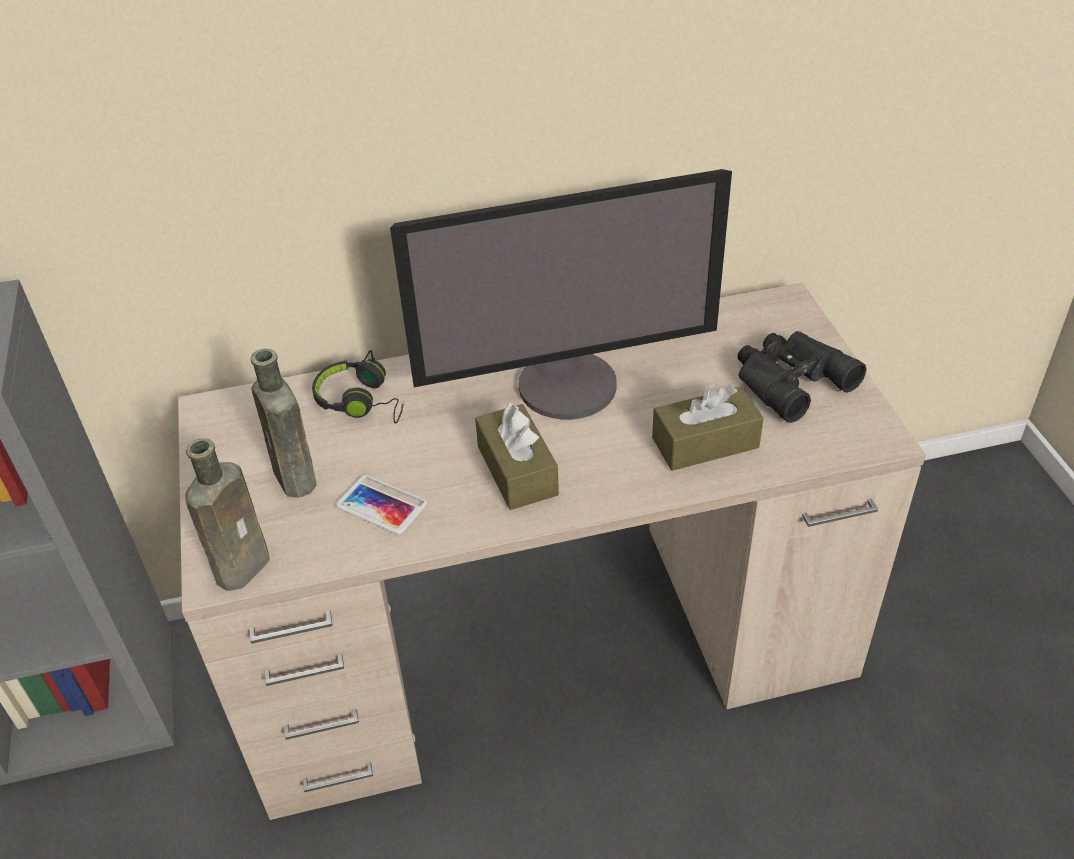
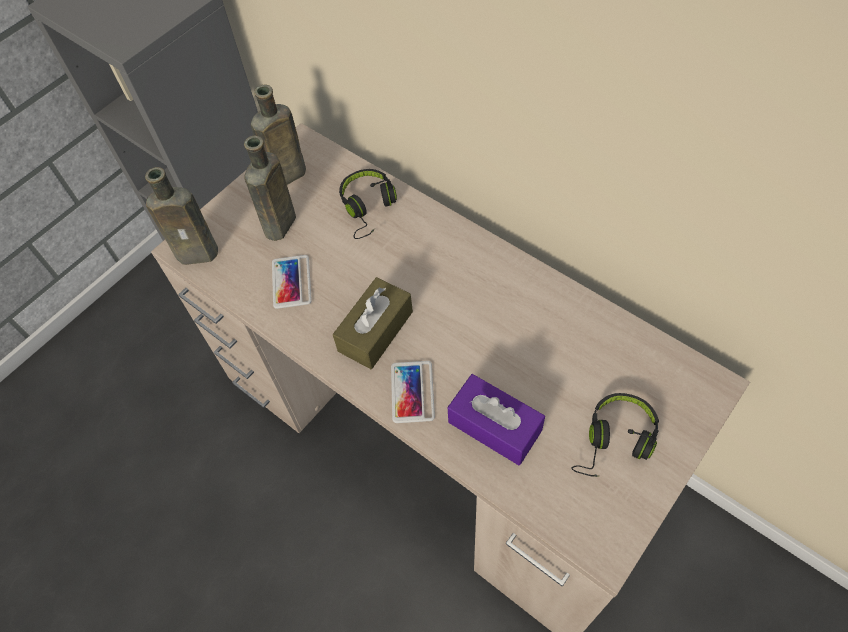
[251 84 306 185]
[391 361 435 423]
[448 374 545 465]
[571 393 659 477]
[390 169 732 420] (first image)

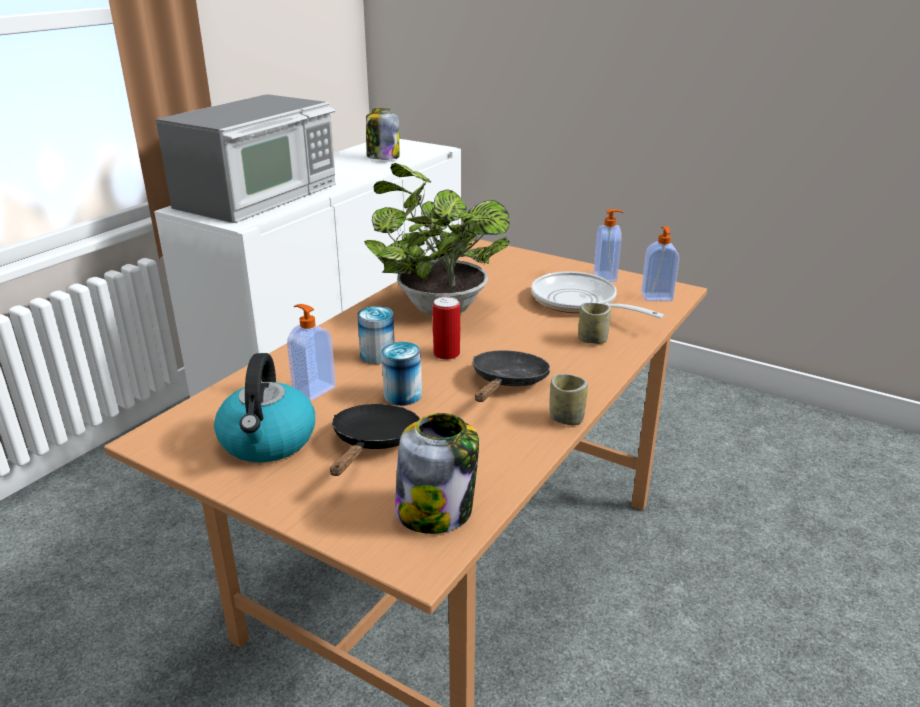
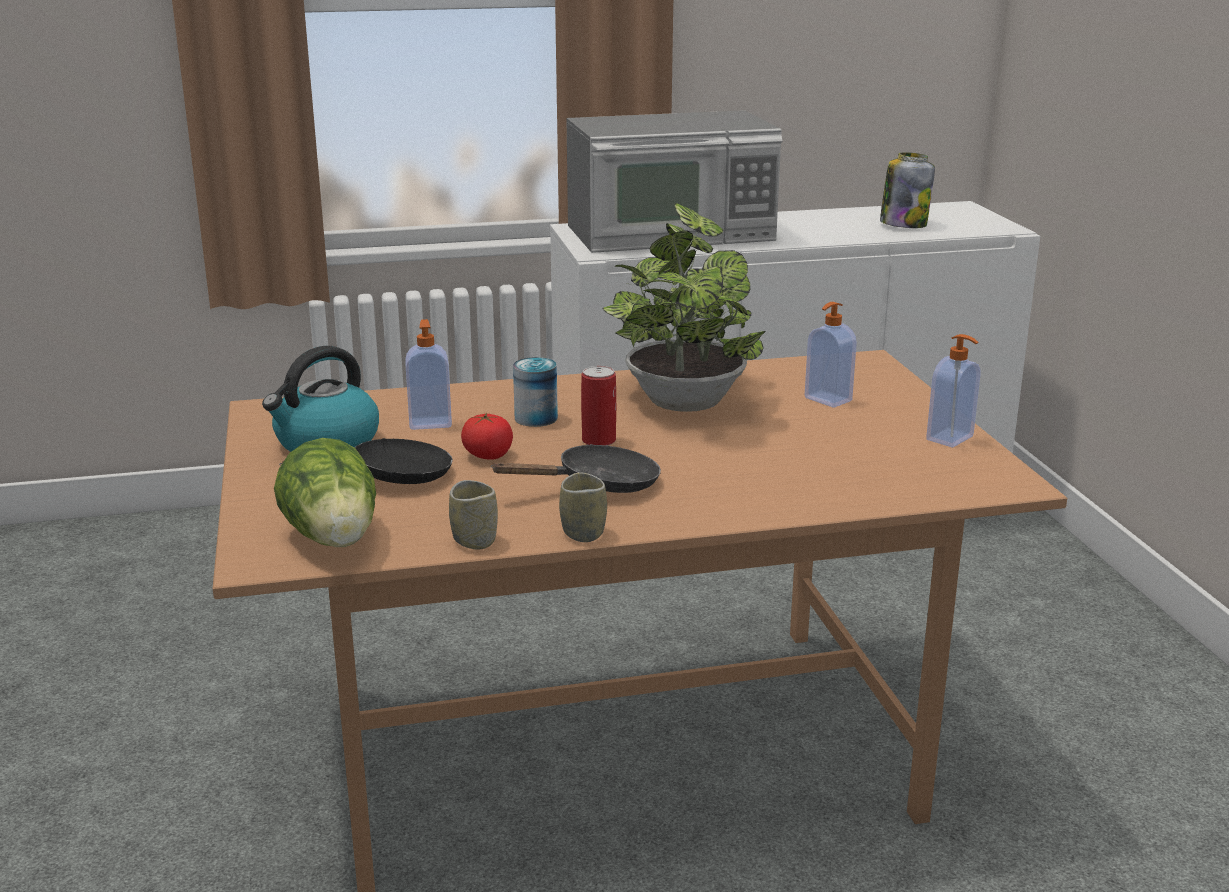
[274 438 376 547]
[449 480 498 550]
[461 412 513 460]
[805 302 857 408]
[531 271 664 318] (first image)

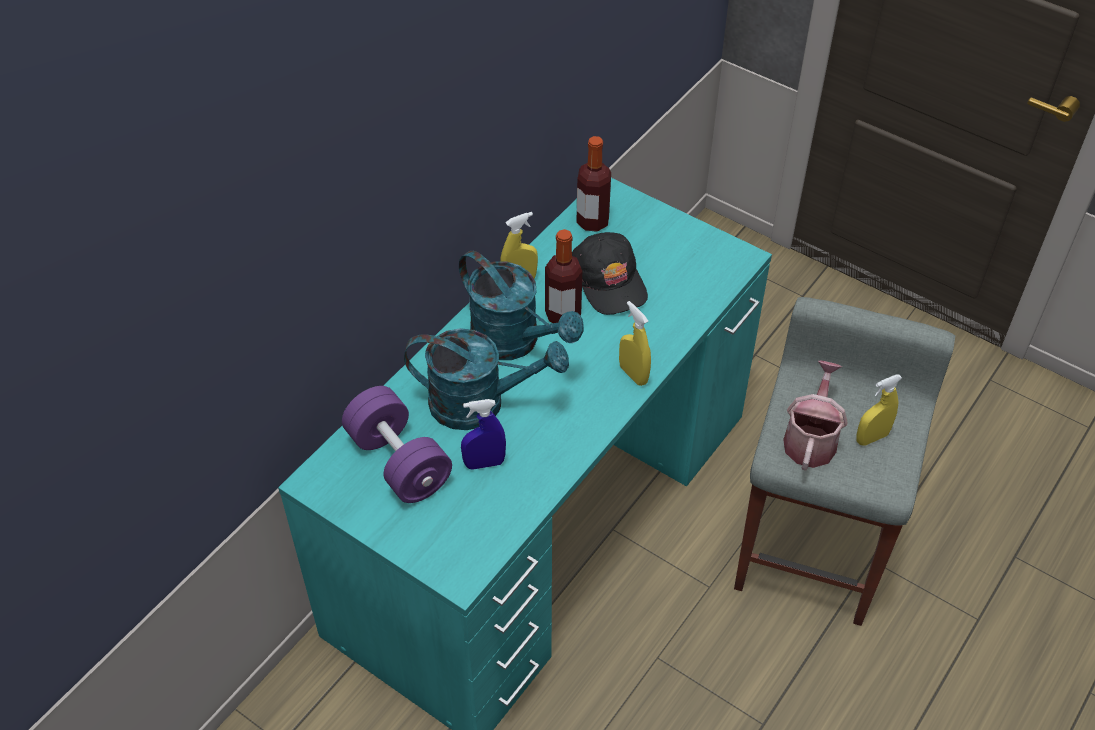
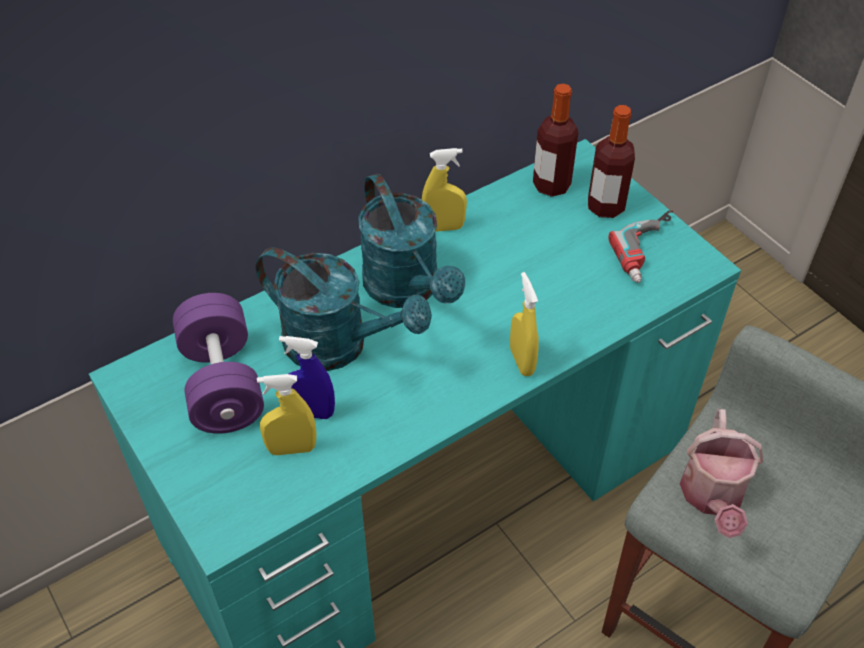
[257 374 316 455]
[588 105 635 218]
[609 210 674 283]
[680 409 763 538]
[572 232 648 315] (first image)

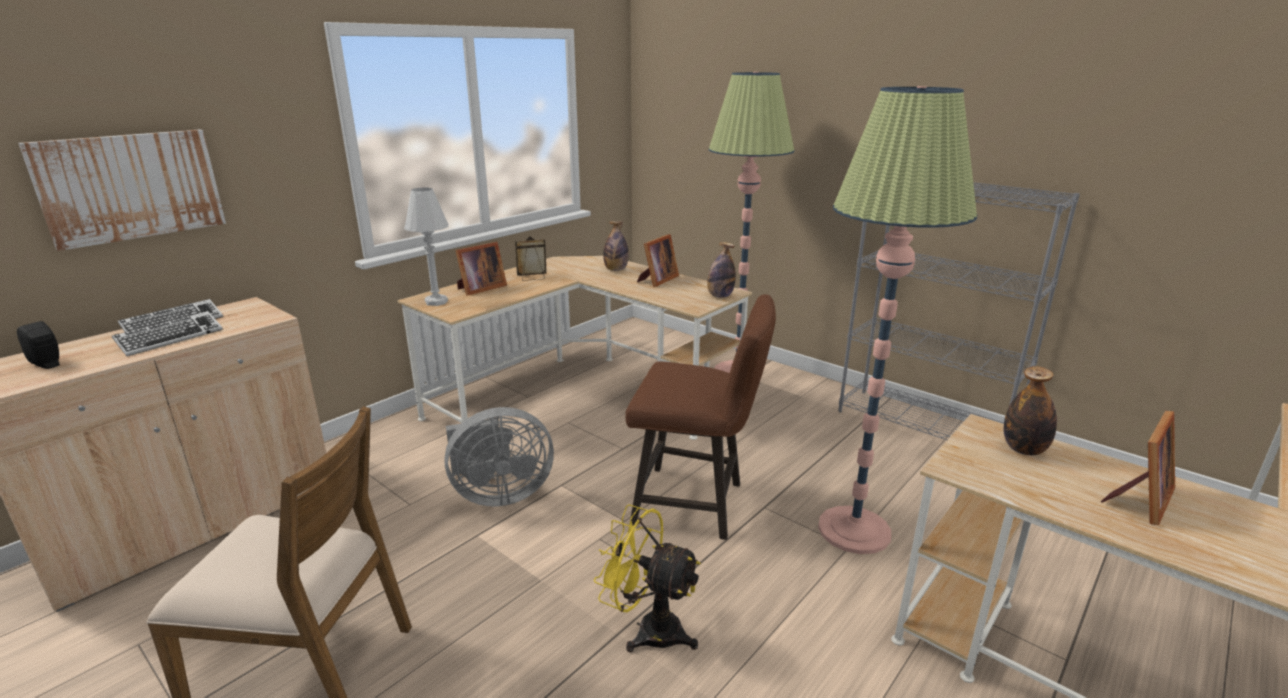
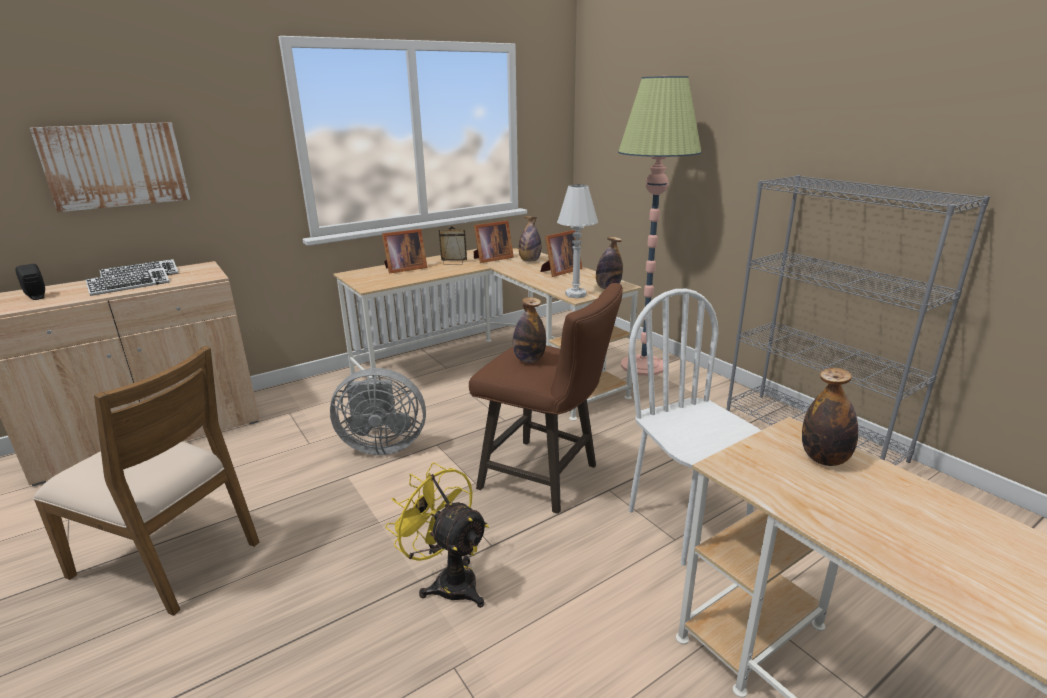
[474 220 514 263]
[513 297 546 363]
[557 184 598 299]
[629 289 761 566]

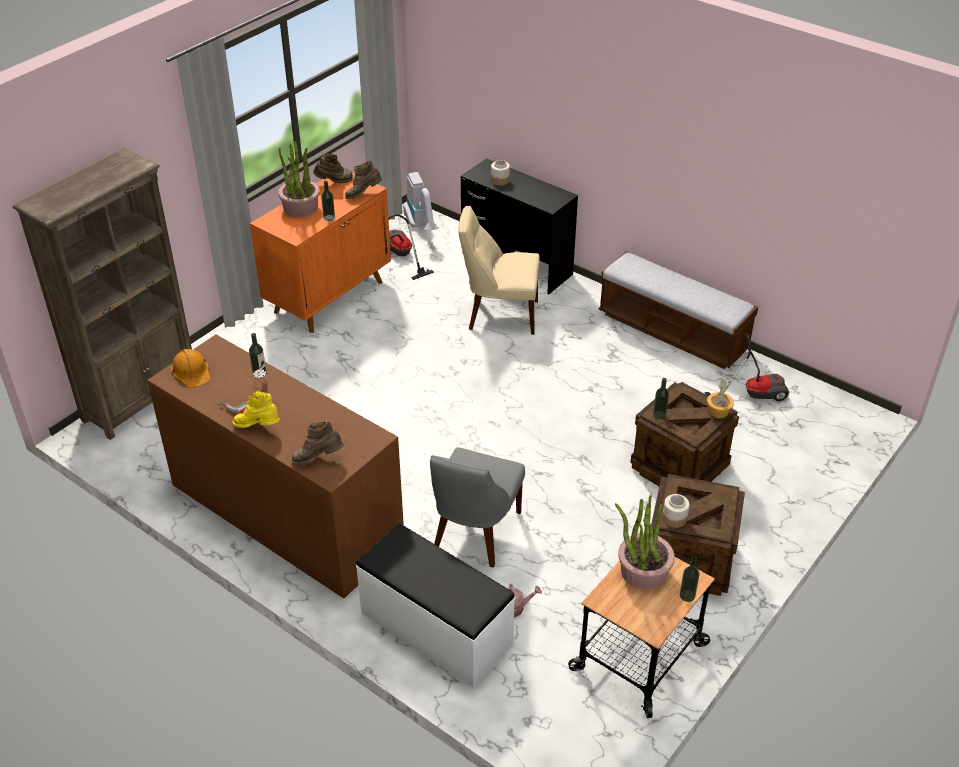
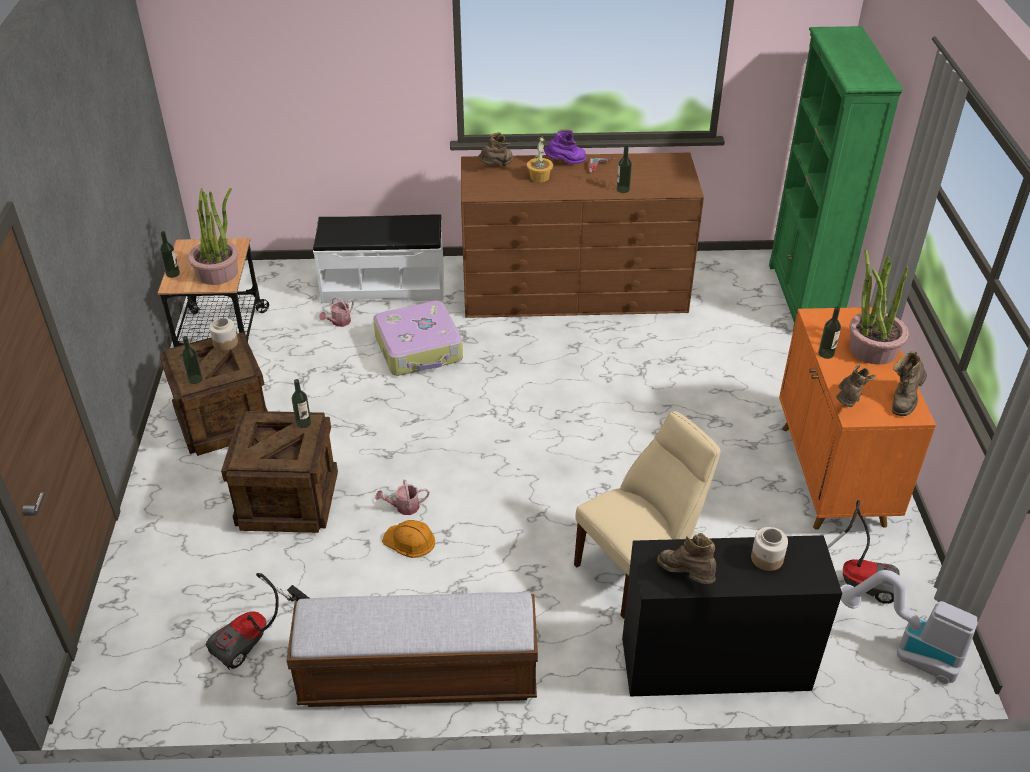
[182 336 203 384]
[373 301 463 376]
[375 480 429 515]
[382 520 435 558]
[527 136 553 182]
[544 130 586 164]
[657 533 716 584]
[769 26 903 330]

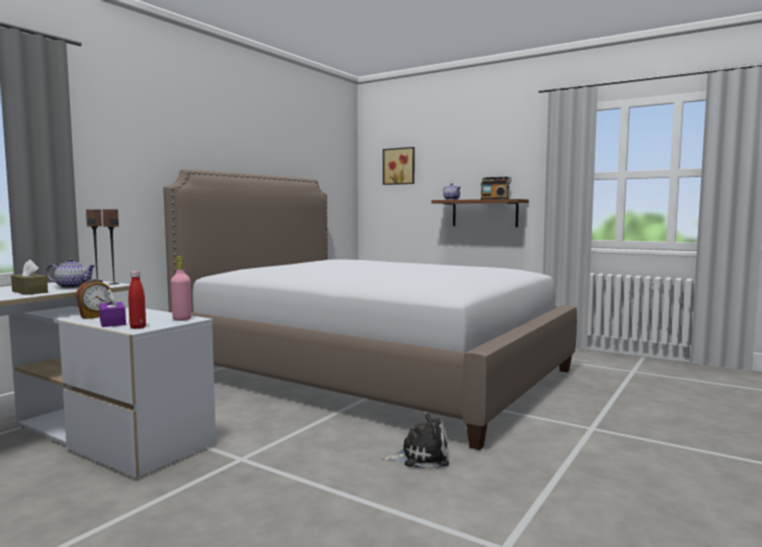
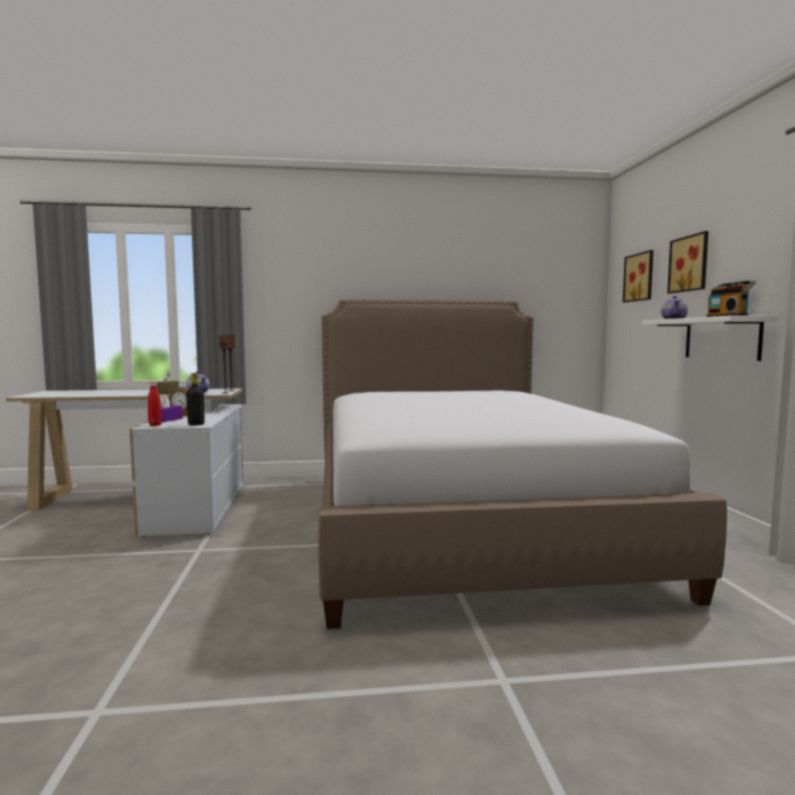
[186 373 205 425]
[642 315 778 361]
[667 231 709 294]
[383 413 449 469] (first image)

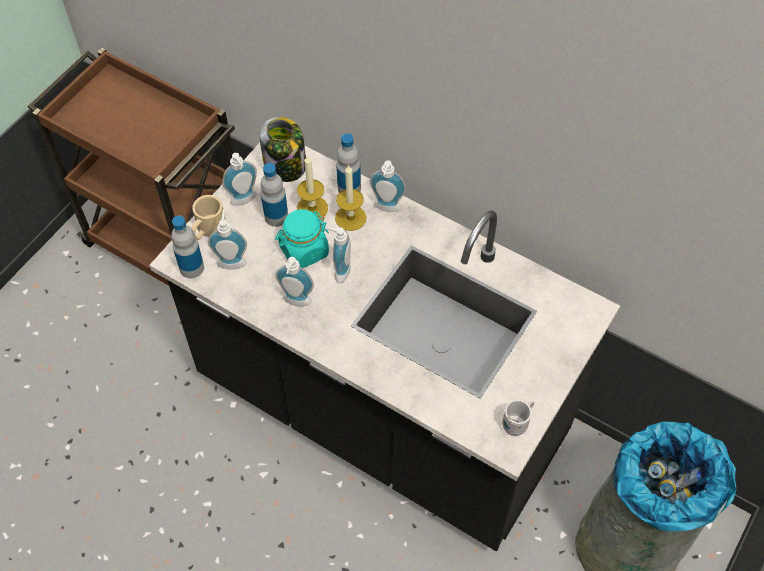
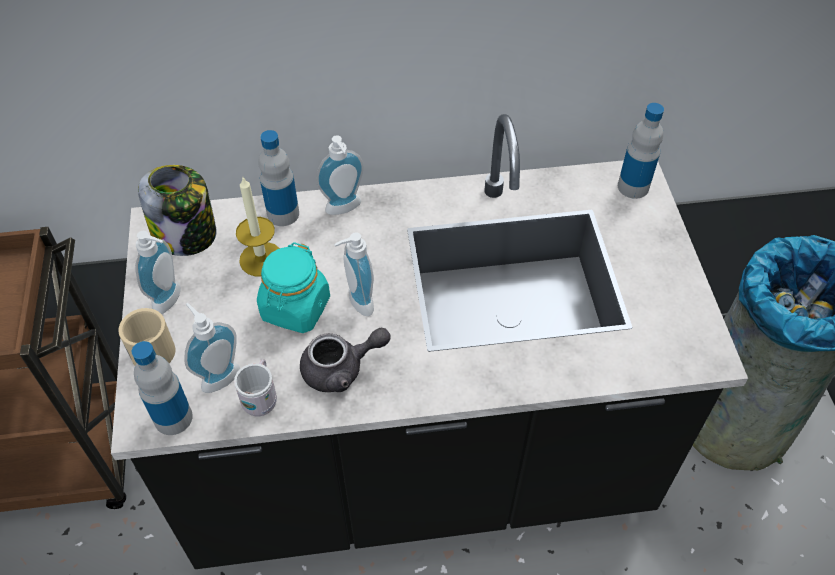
[234 359 277 416]
[300 328 391 392]
[618 103 664 199]
[335 165 366 231] (first image)

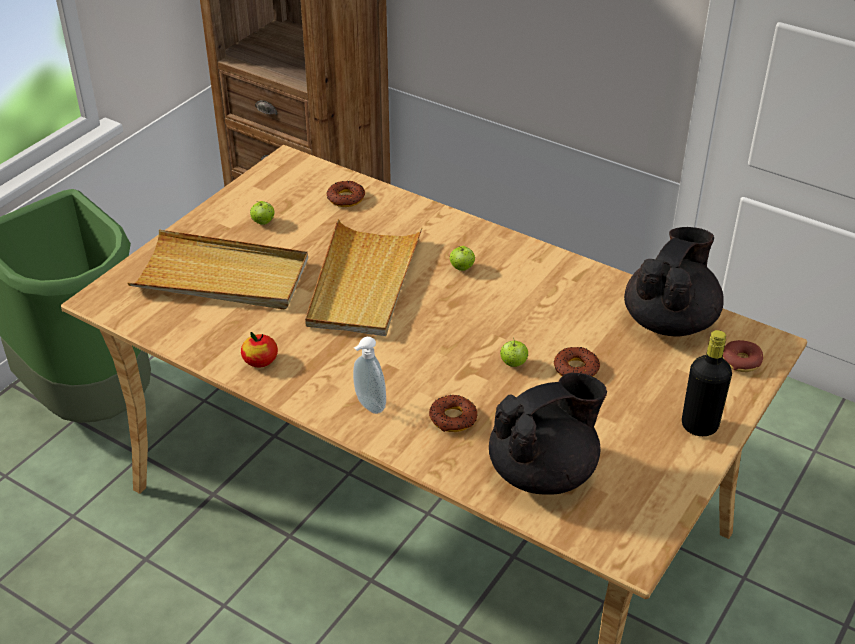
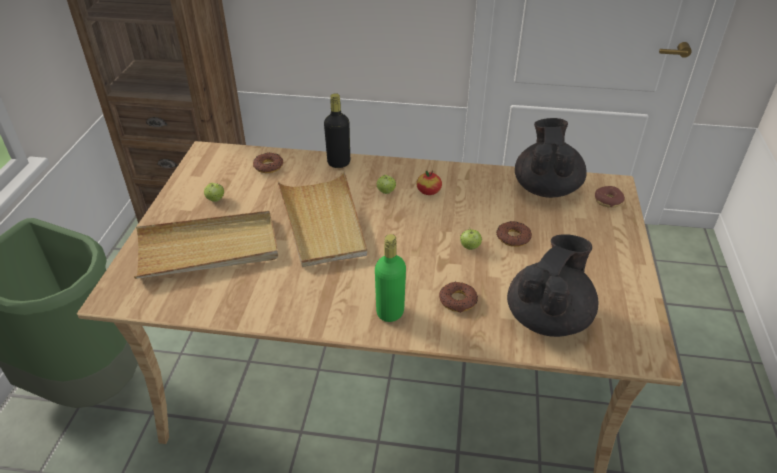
[324 93 350 168]
[375 234 406 322]
[416 170 442 195]

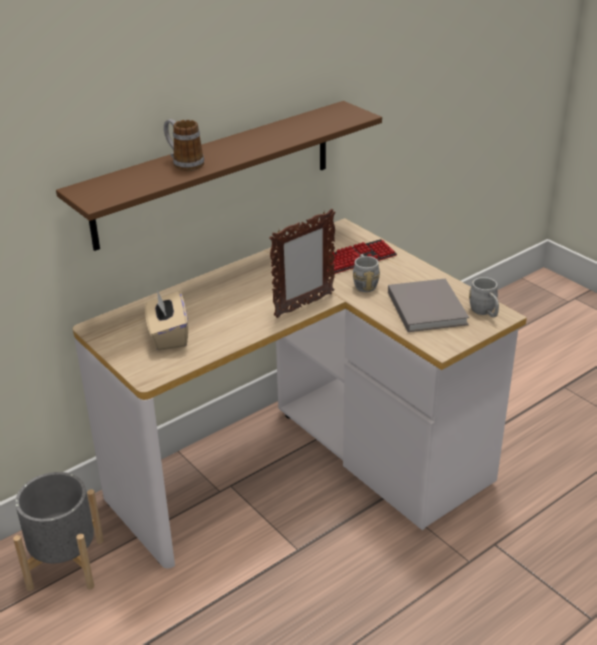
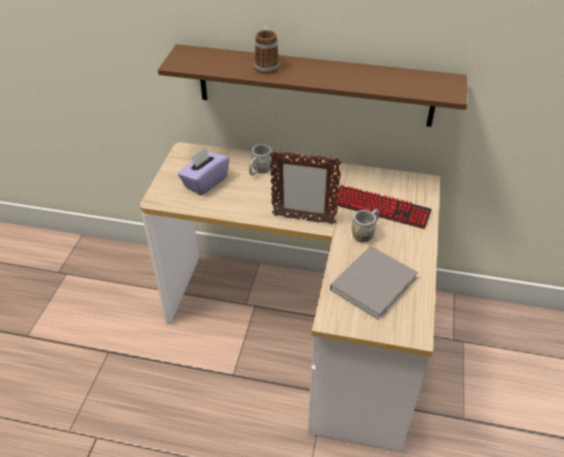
[178 147 230 195]
[249 144 272 176]
[13 472 104 591] (first image)

